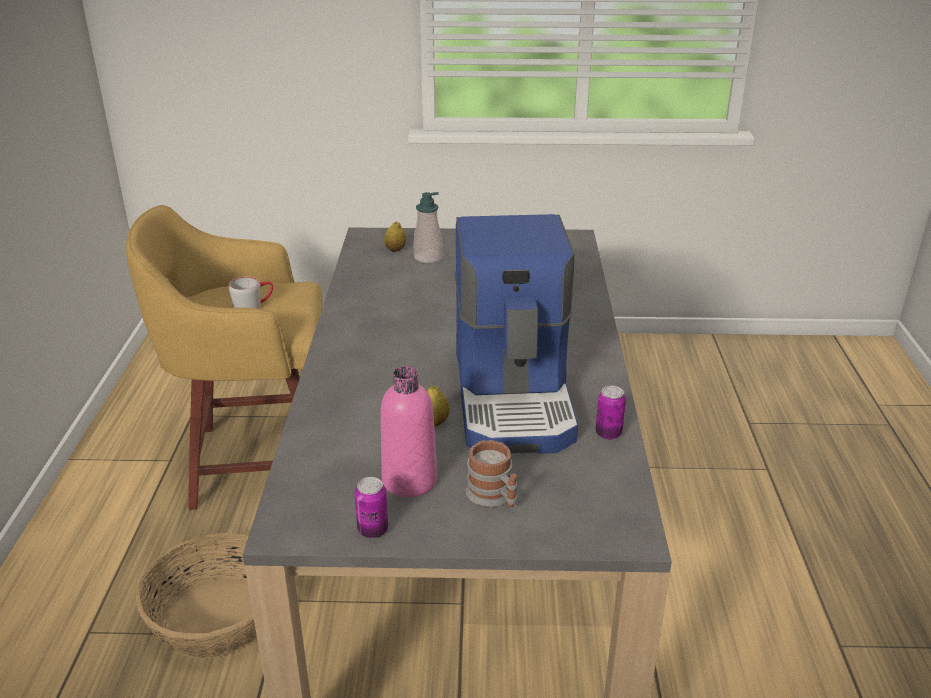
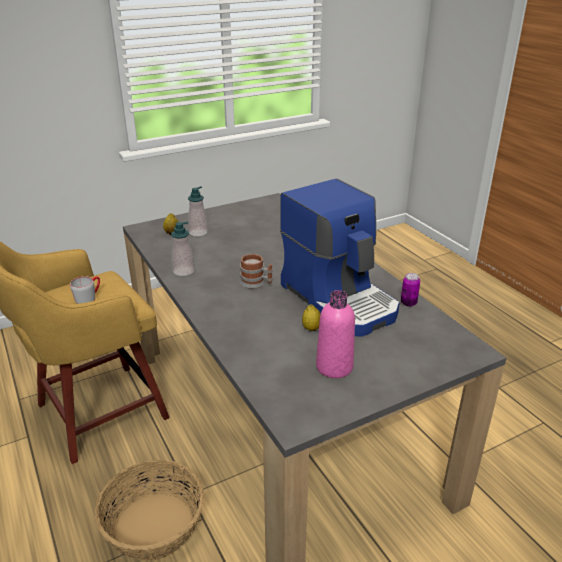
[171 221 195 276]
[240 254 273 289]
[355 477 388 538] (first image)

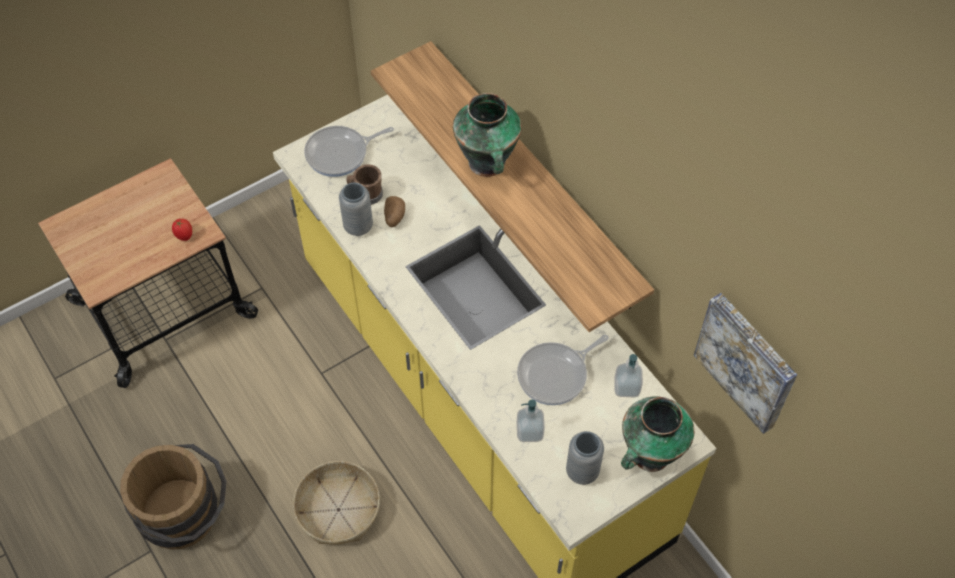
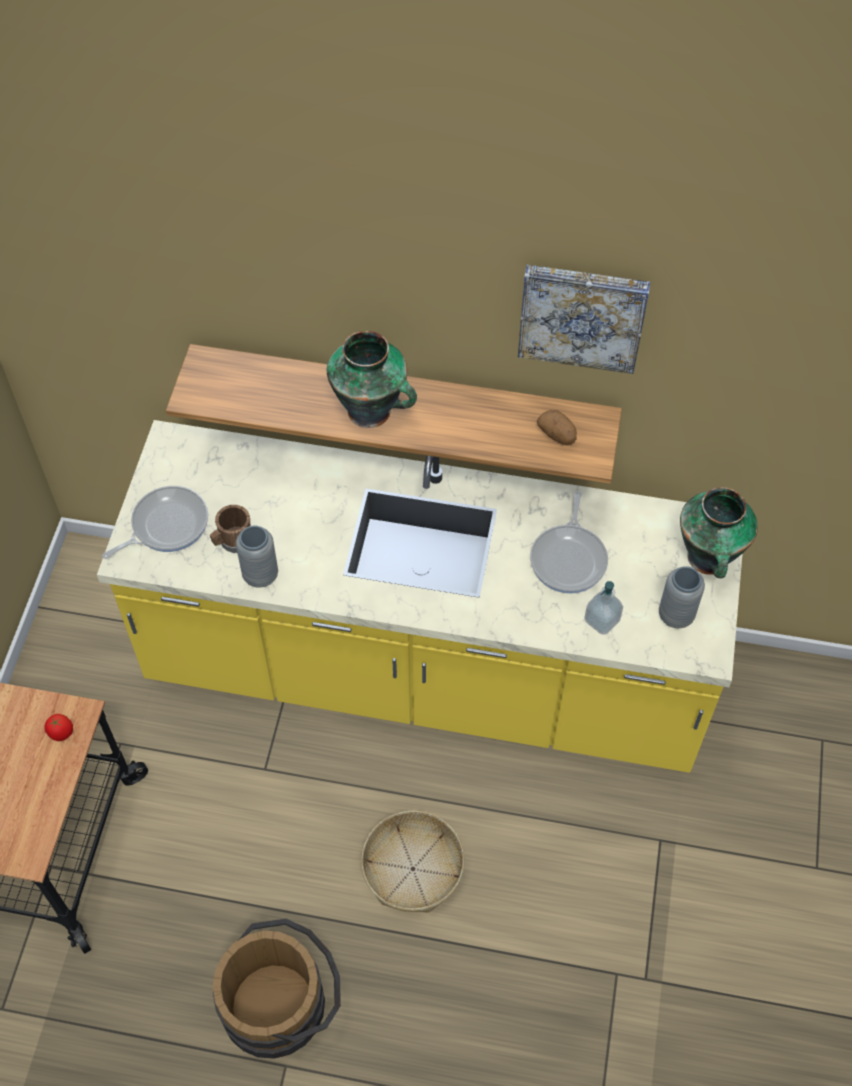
[102 486 208 559]
[518 265 650 374]
[537 410 577 445]
[614 354 643 398] (first image)

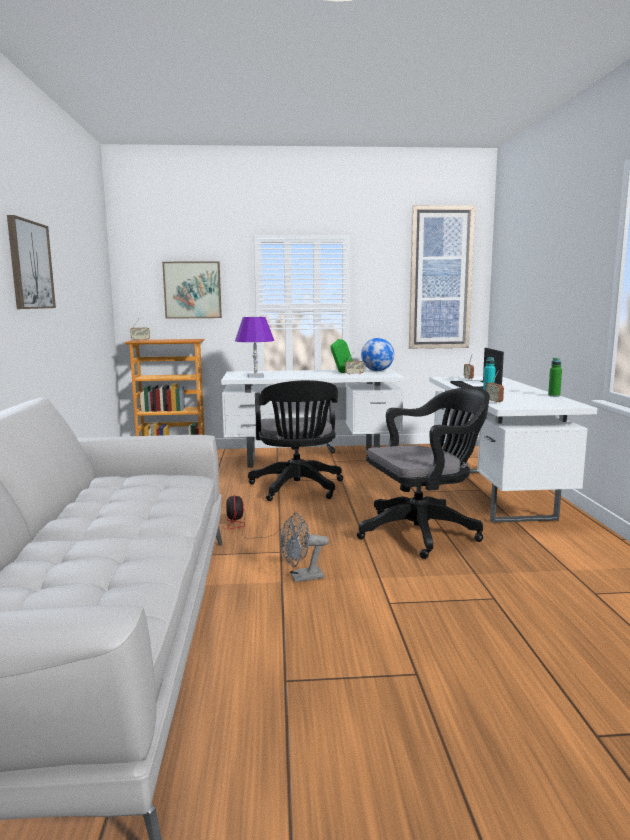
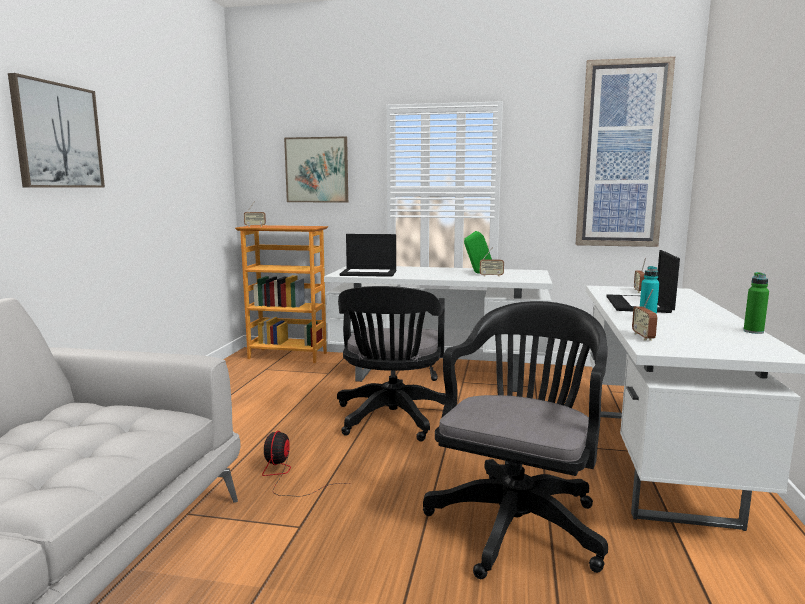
[340 234 396 277]
[423 301 608 579]
[281 513 329 582] (first image)
[361 338 394 371] (first image)

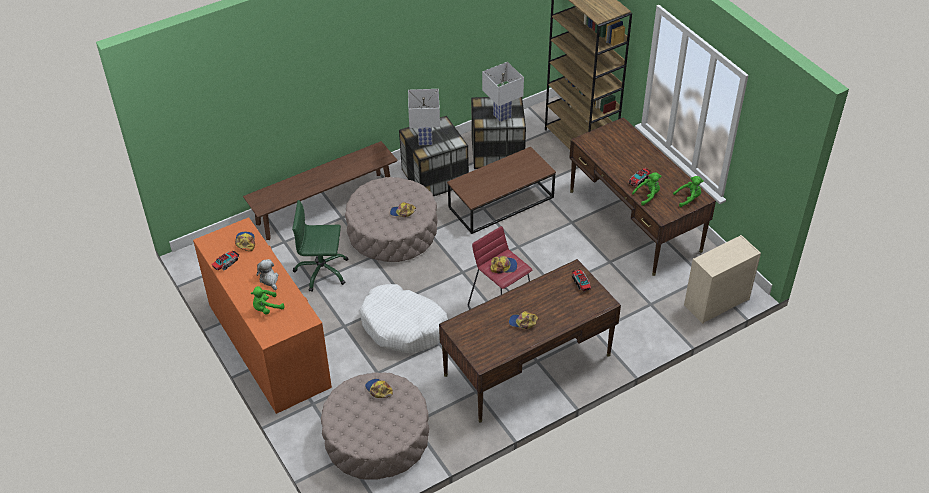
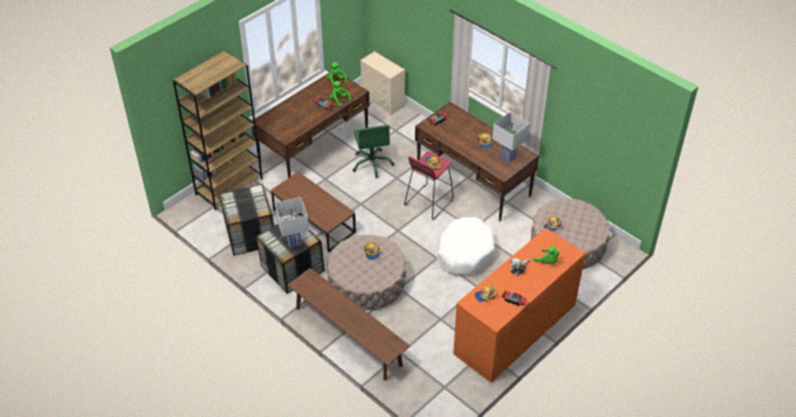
[353 125 395 178]
[492 112 530 163]

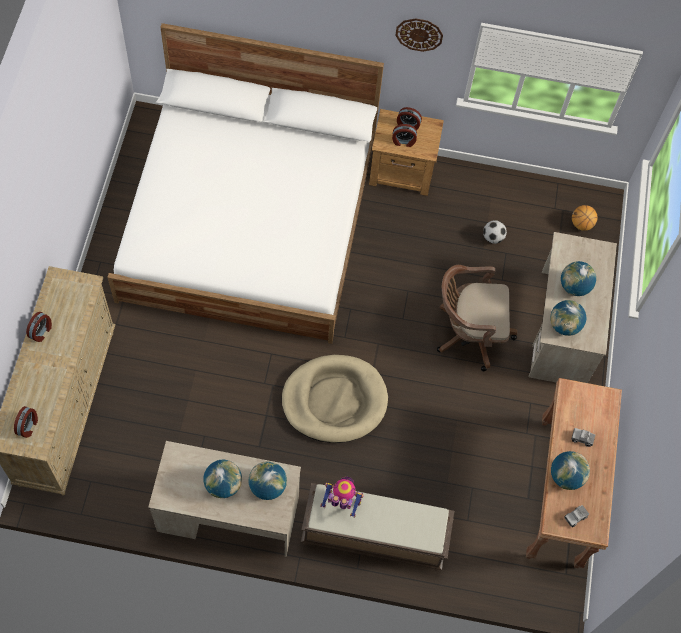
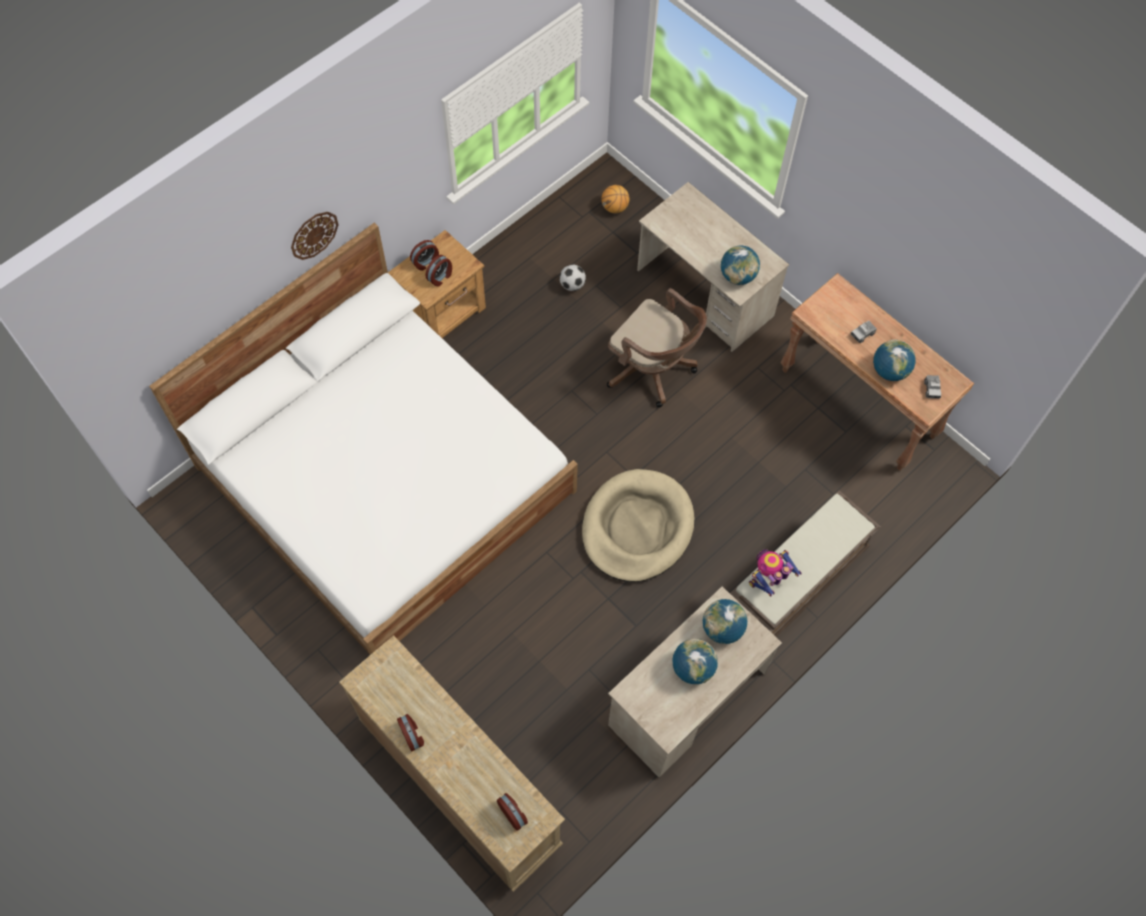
[291 212 338 260]
[607 288 707 408]
[561 261 596 296] (first image)

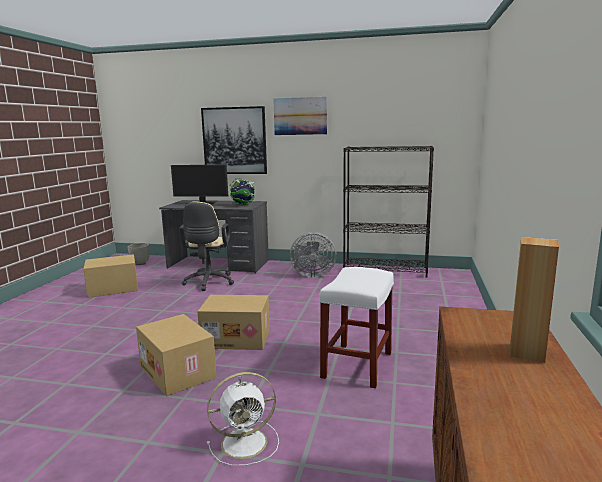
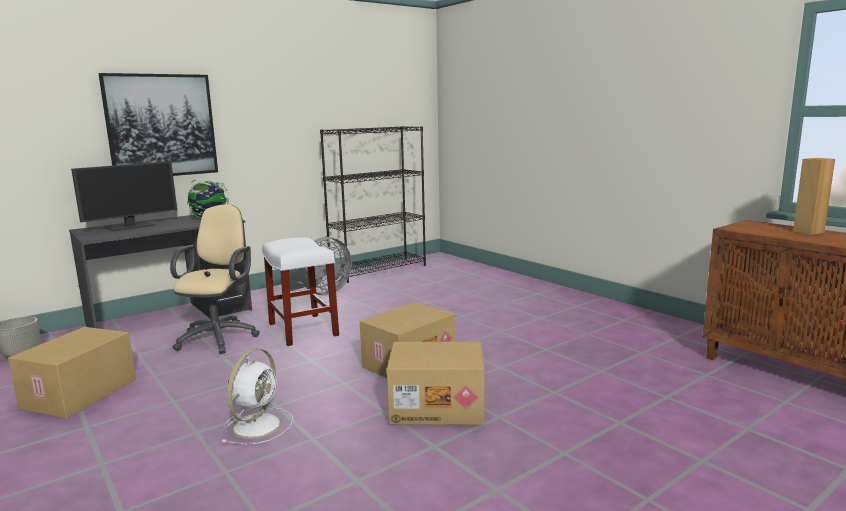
[170 204 260 354]
[221 349 293 444]
[262 237 339 346]
[273 97 327 135] (first image)

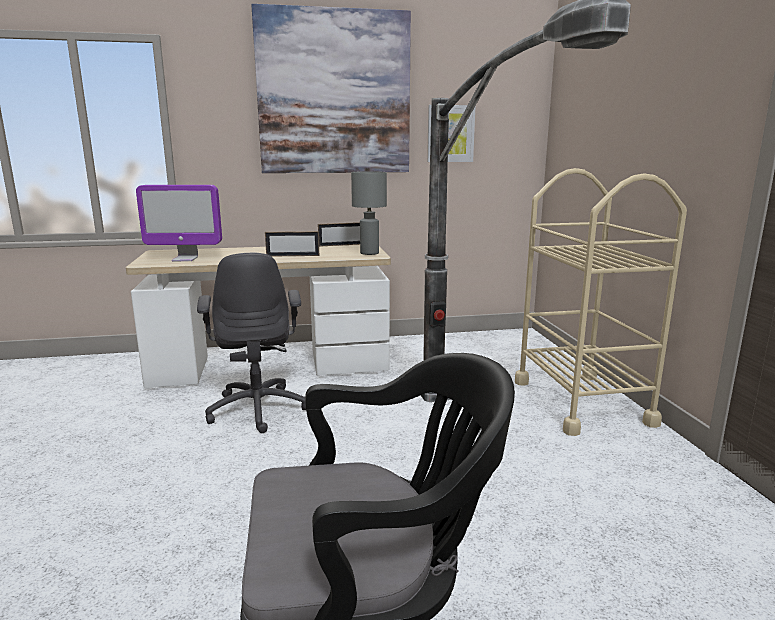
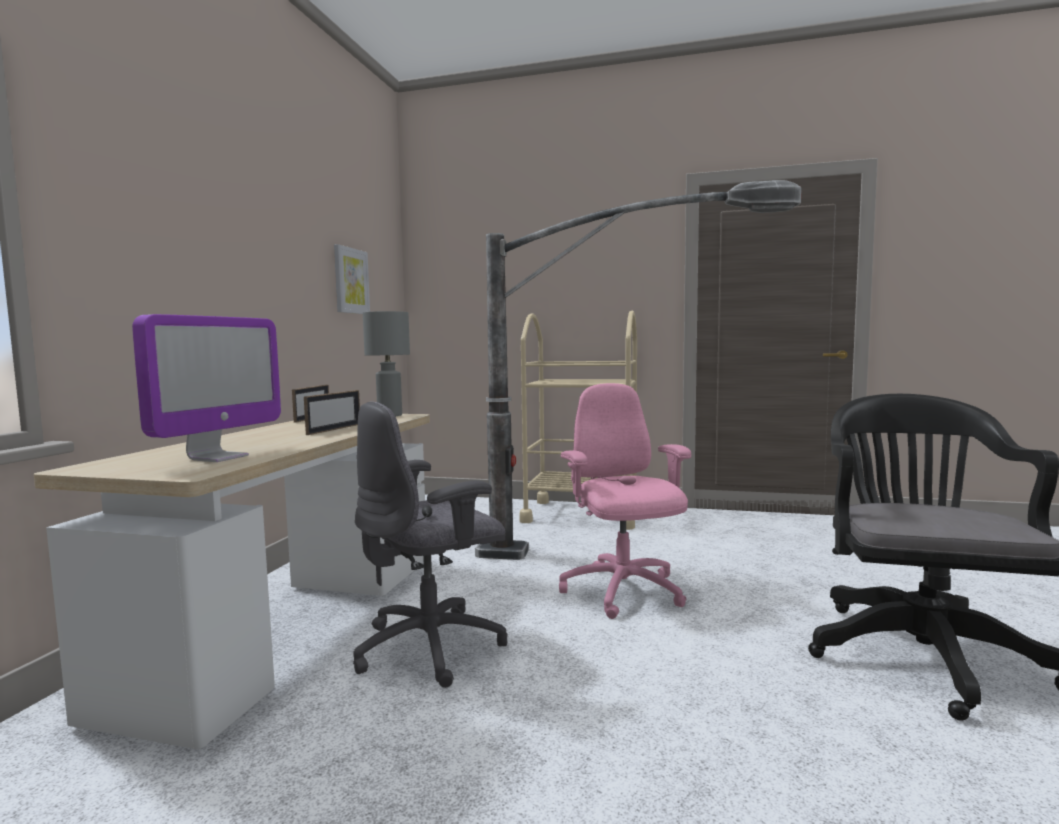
[353 401 508 688]
[559 383 691 619]
[251 4 411 173] (first image)

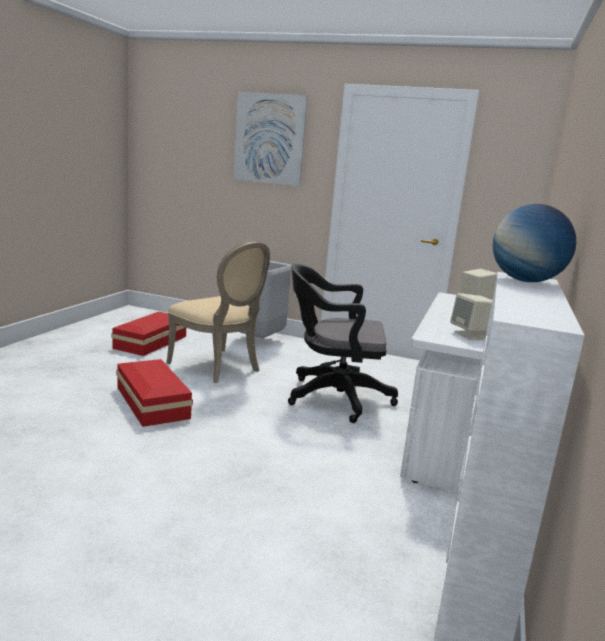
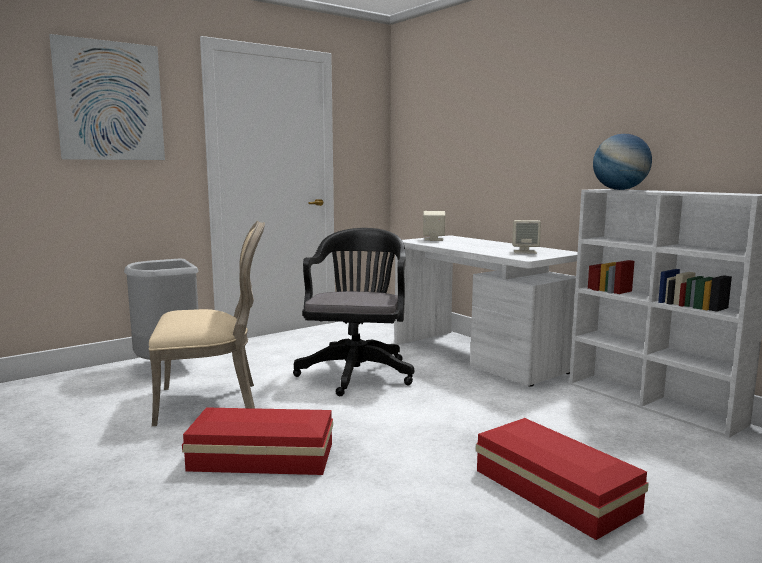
[293 228 414 396]
[475 418 649 540]

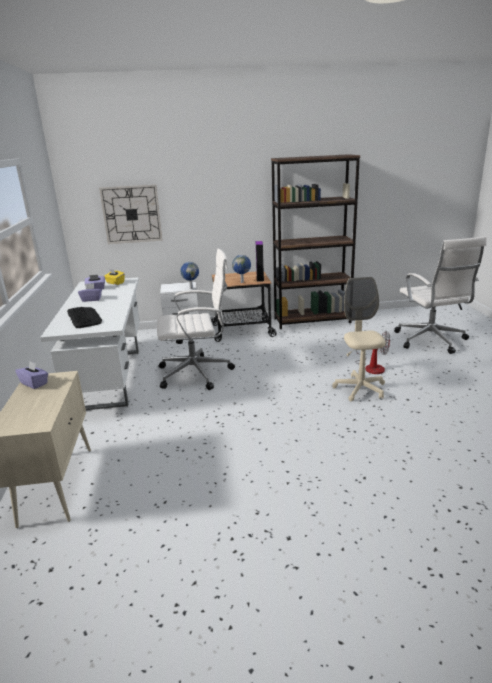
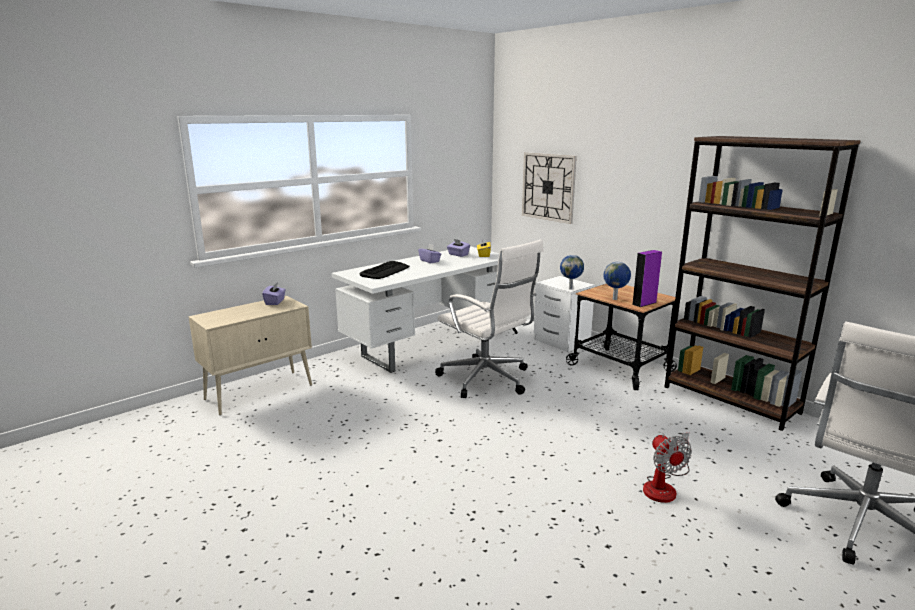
[332 277 386 402] (first image)

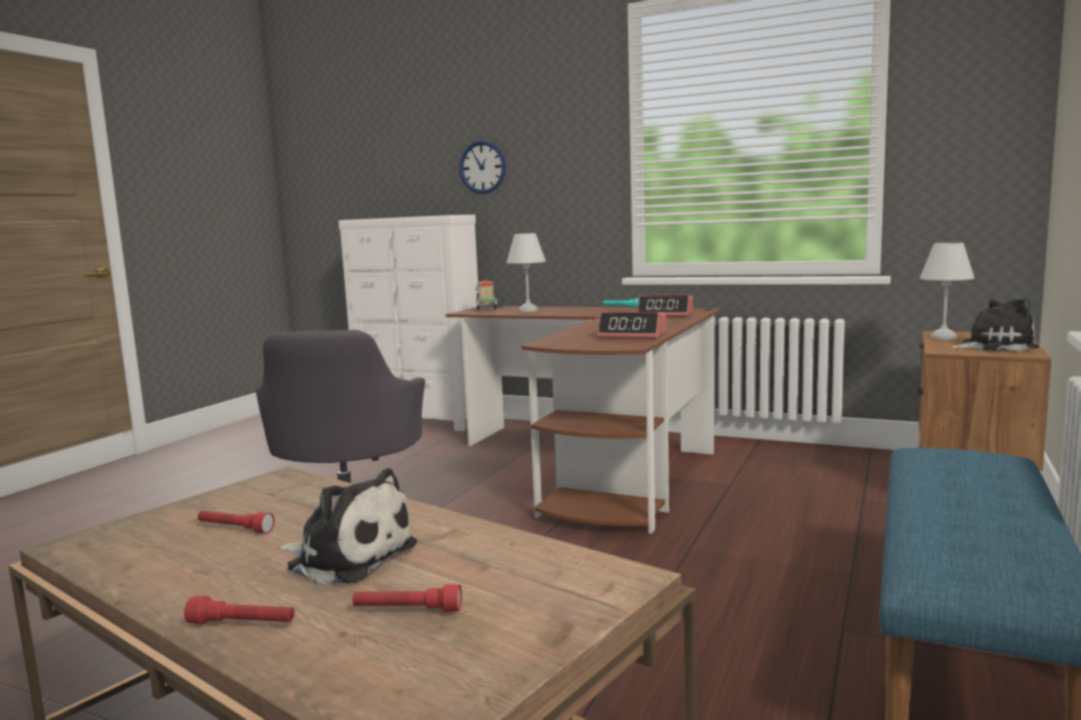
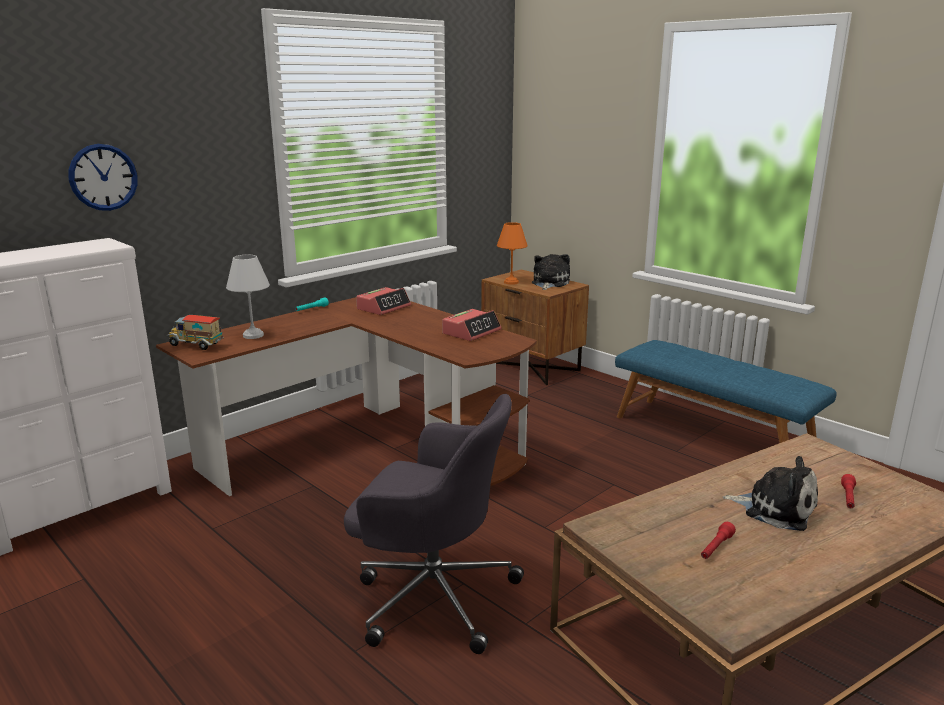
[497 222 528 285]
[723 456 818 531]
[184 596 295 624] (first image)

